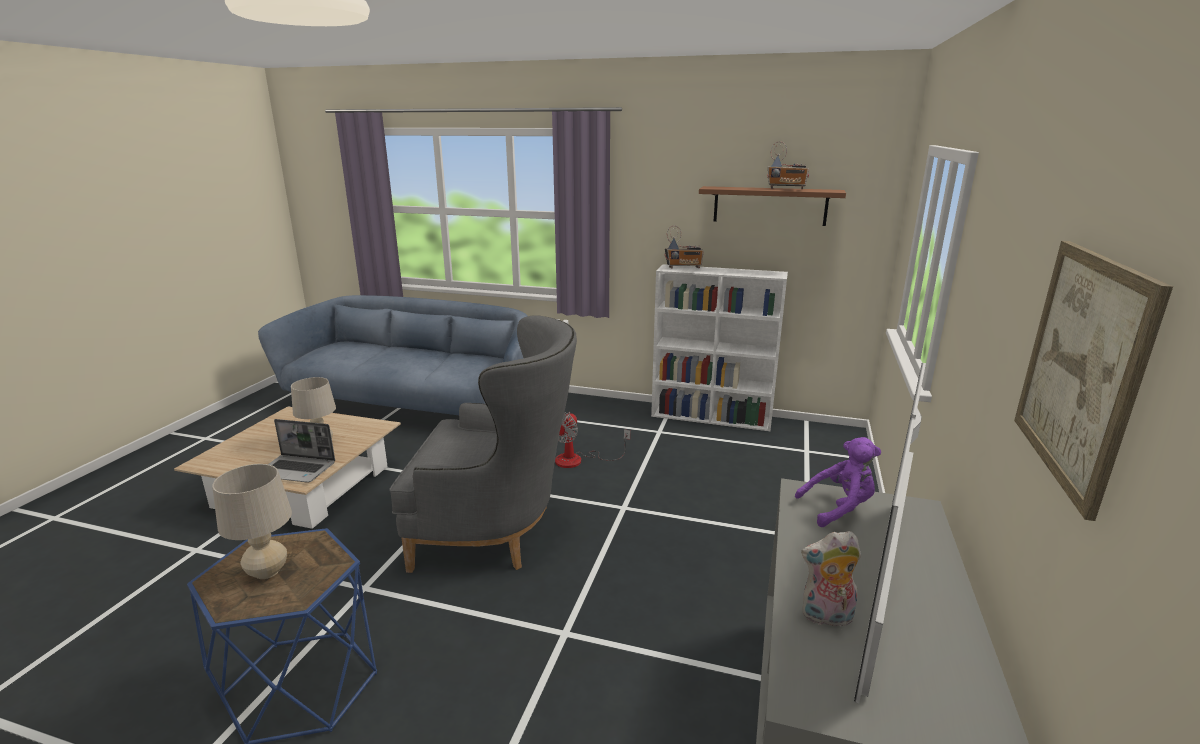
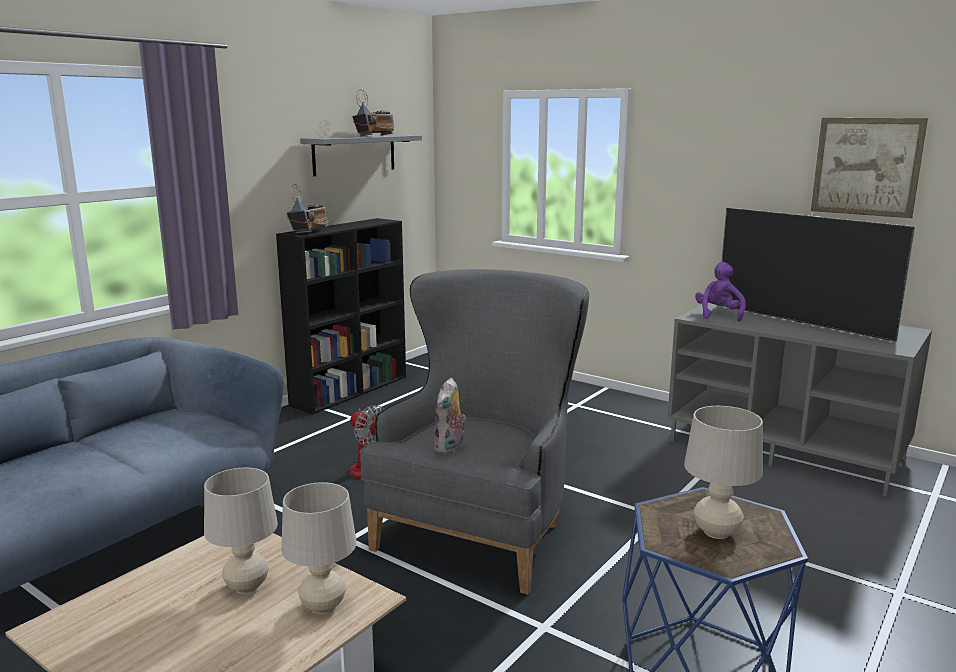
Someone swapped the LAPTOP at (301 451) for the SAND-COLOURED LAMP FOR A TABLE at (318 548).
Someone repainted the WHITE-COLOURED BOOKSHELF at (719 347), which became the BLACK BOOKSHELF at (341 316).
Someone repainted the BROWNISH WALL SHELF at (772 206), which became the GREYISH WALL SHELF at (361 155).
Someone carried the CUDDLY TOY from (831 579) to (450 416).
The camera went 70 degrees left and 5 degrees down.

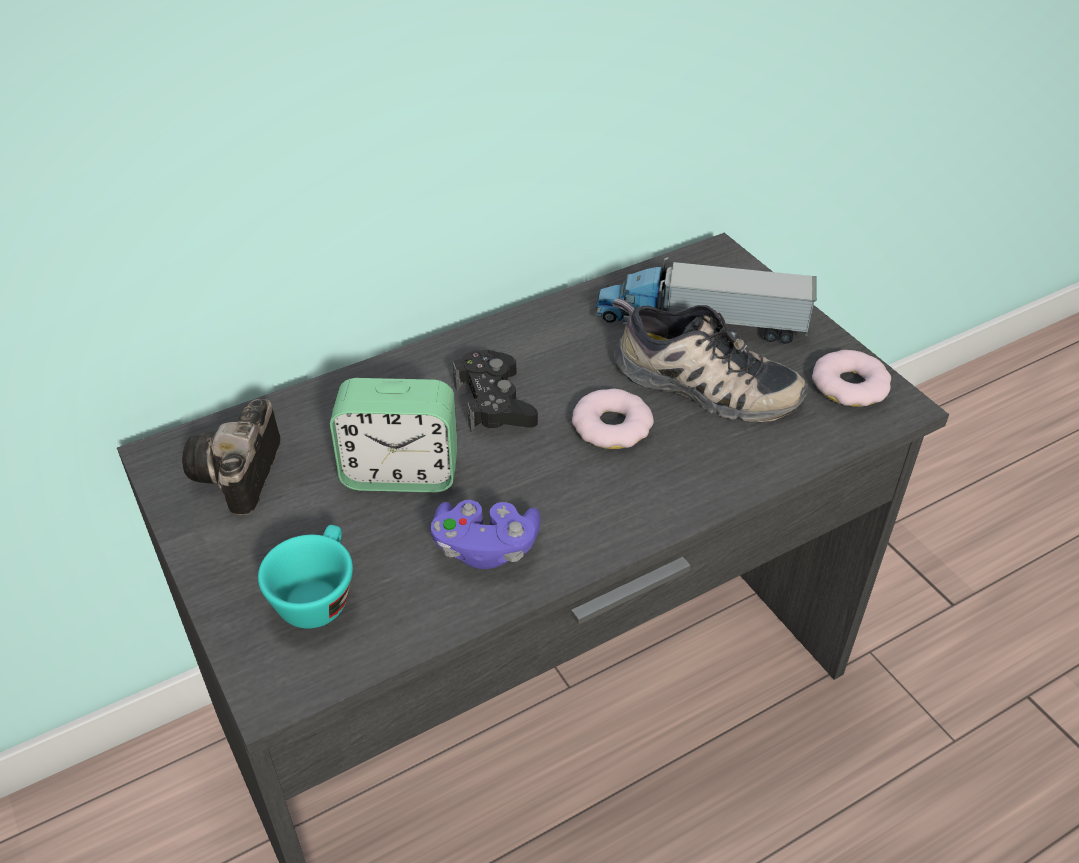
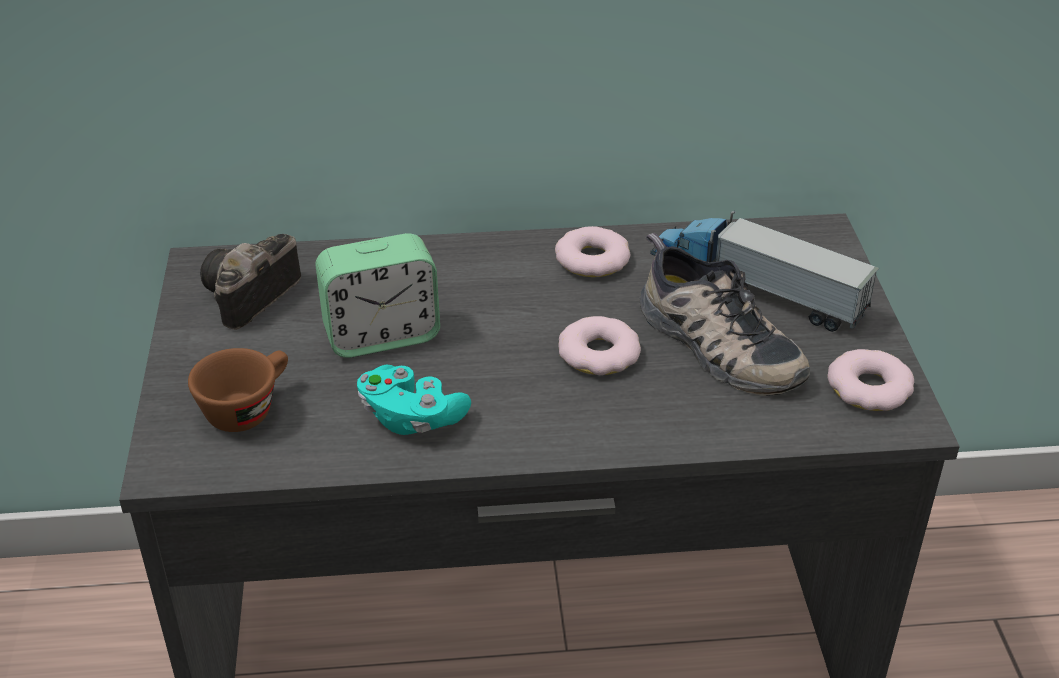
Someone repainted the TURQUOISE SMALL CUP at (305 577), which became the BROWNISH SMALL CUP at (238 390).
Someone rotated the TABLE CLOCK at (394 435) by 45 degrees counterclockwise.
Someone repainted the PURPLISH JOYPAD at (486 534), which became the TURQUOISE JOYPAD at (414 399).
Someone took away the BLACK JOYPAD at (495 391).
Someone put down the RING DOUGHNUT at (592 251).
The camera went 25 degrees right and 5 degrees down.

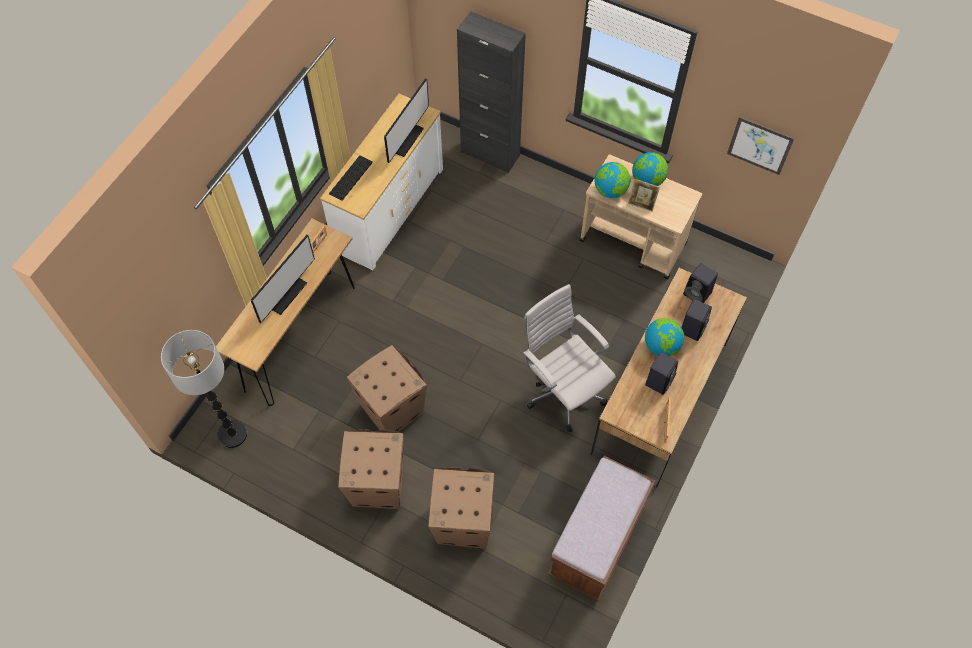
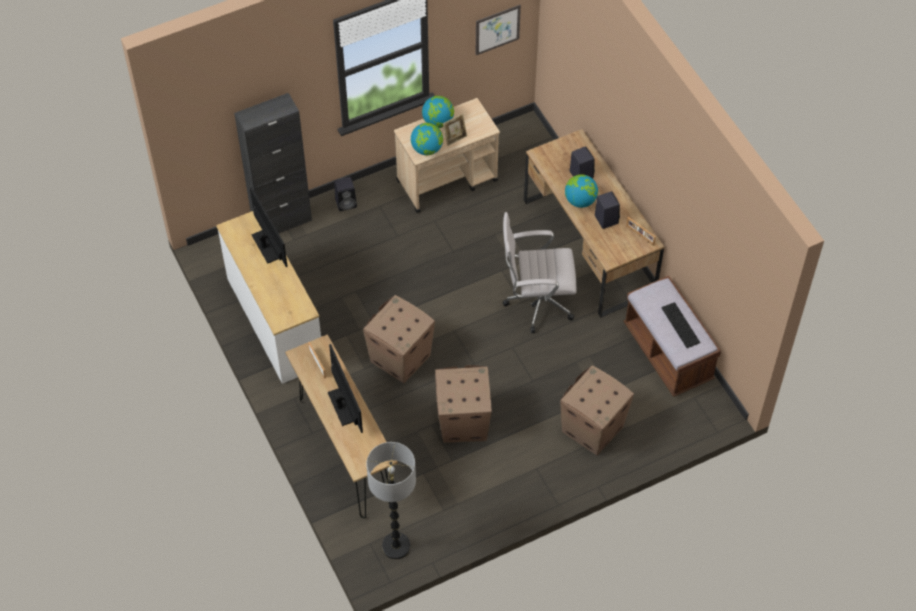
Someone carried the PC KEYBOARD from (351 178) to (680 325).
Someone carried the PACKING BOX from (370 469) to (399 339).
Someone carried the BLACK SPEAKER from (700 283) to (345 194).
The camera went 55 degrees left and 5 degrees down.

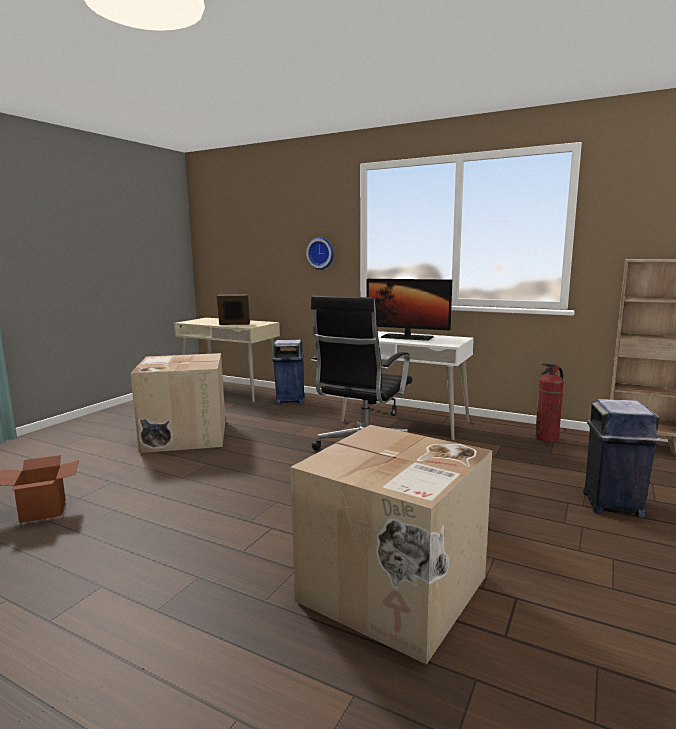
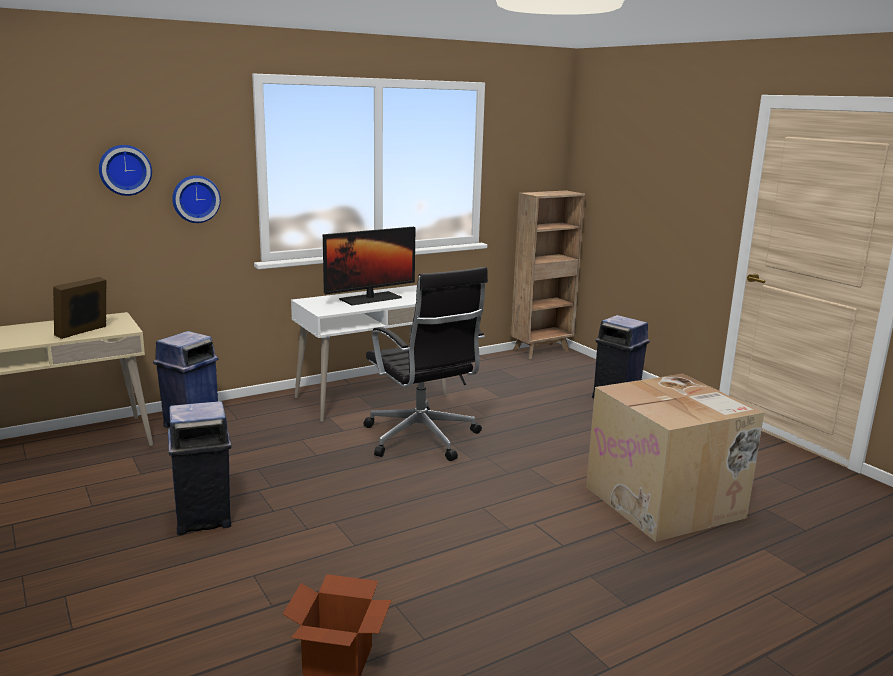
Someone swapped the PACKING BOX at (177 403) for the BLUISH RUBBISH BIN at (200 468).
Someone took away the EXTINGUISHER at (549 403).
Someone put up the HANGING CLOCK at (125 170).
The camera went 60 degrees left and 5 degrees up.

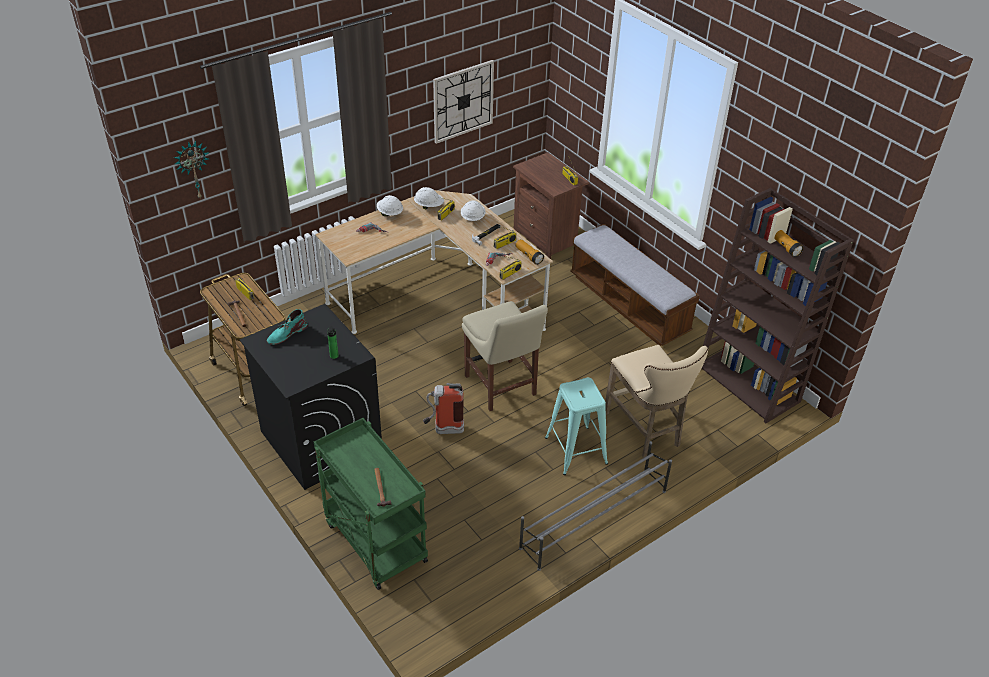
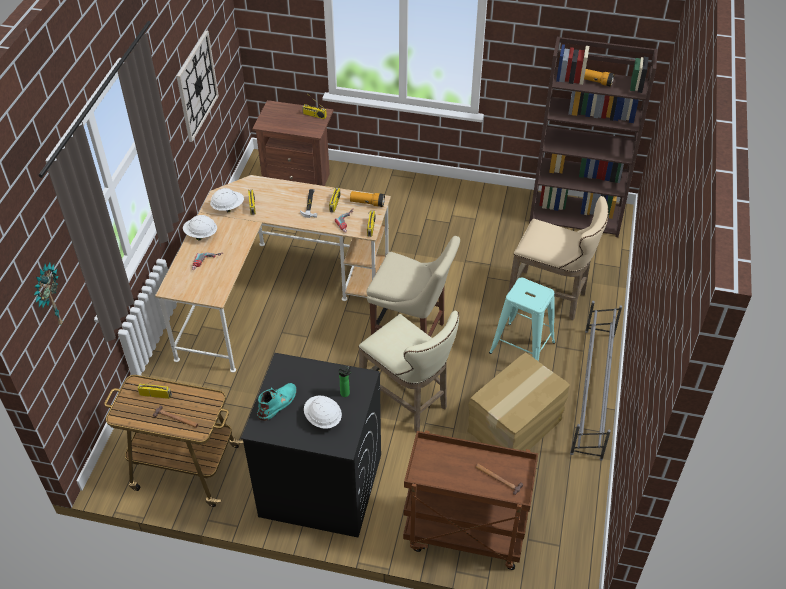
Someone rotated the TURQUOISE TALL BOOT at (287 327) by 150 degrees counterclockwise.
Someone repainted the GREENISH CART at (371 504), which became the BROWNISH CART at (470 500).
Someone swapped the EXTINGUISHER at (443 408) for the SAND-COLOURED STOOL at (409 371).
Someone carried the WHITE-COLOURED WORK HELMET from (473 210) to (323 412).
Someone took away the LONG SEAT at (635 285).
Someone put down the PACKING BOX at (518 402).
The camera went 40 degrees left and 5 degrees up.

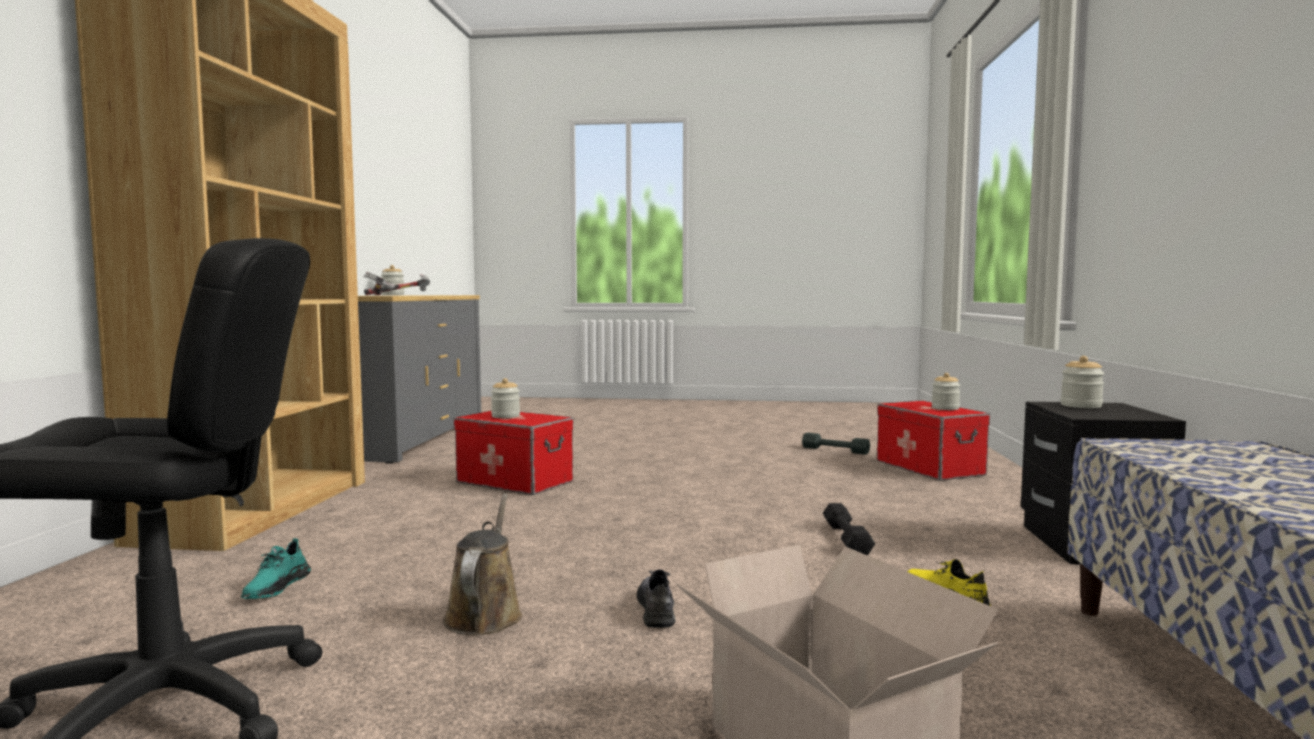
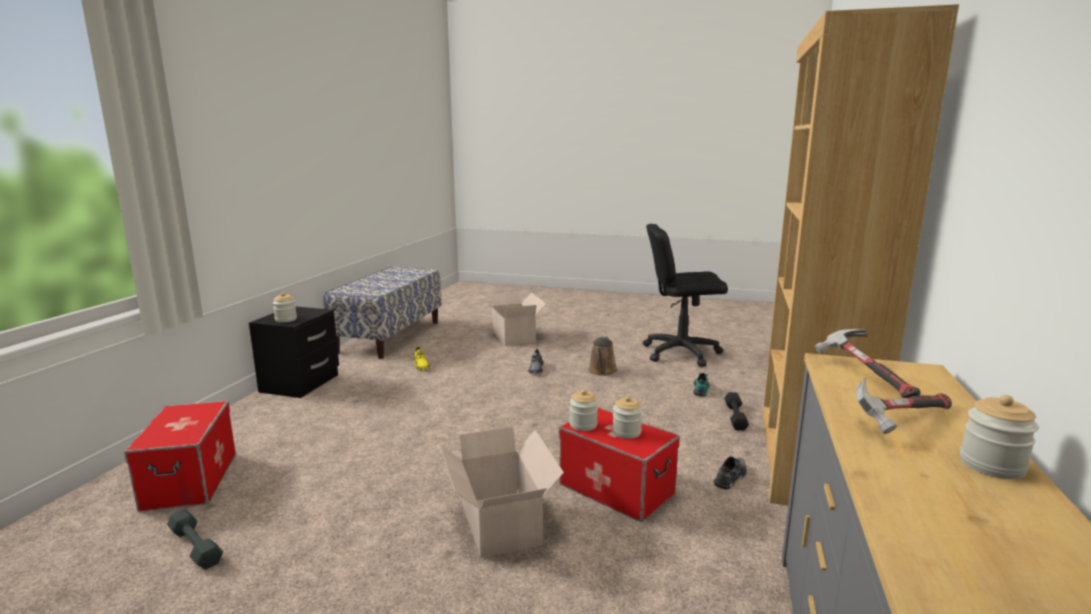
Someone carried the BLACK HAND WEIGHT from (849 529) to (736 411).
Someone carried the PRESERVE JAR from (946 391) to (583 410).
Someone put down the PACKING BOX at (501 492).
Someone put down the GREYISH SHOE at (730 472).
The camera went 170 degrees left and 10 degrees up.

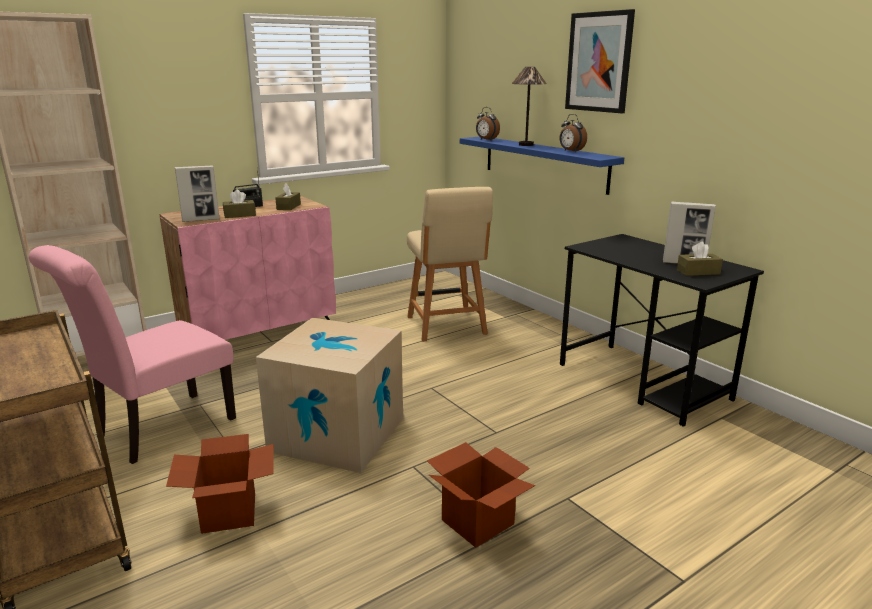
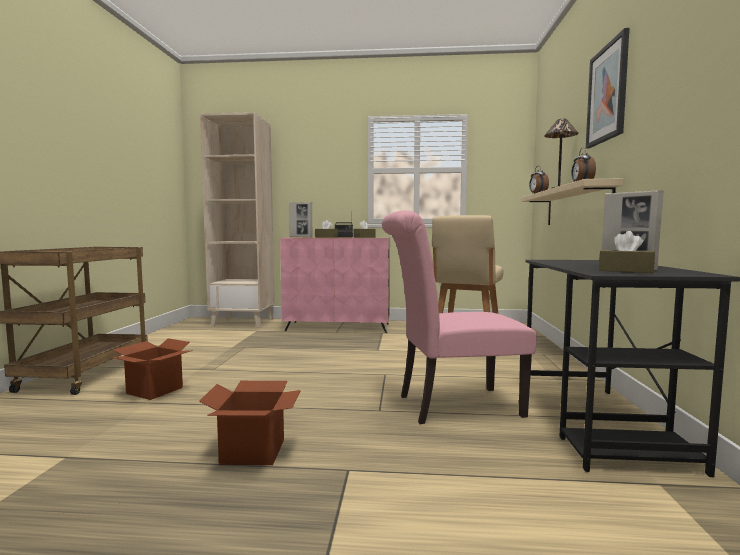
Someone carried the PINK CHAIR from (132 354) to (459 317).
Someone took away the PACKING BOX at (329 395).
Someone repainted the BLUISH WALL SHELF at (542 166), which became the SAND-COLOURED WALL SHELF at (572 202).
The camera went 40 degrees right and 15 degrees down.

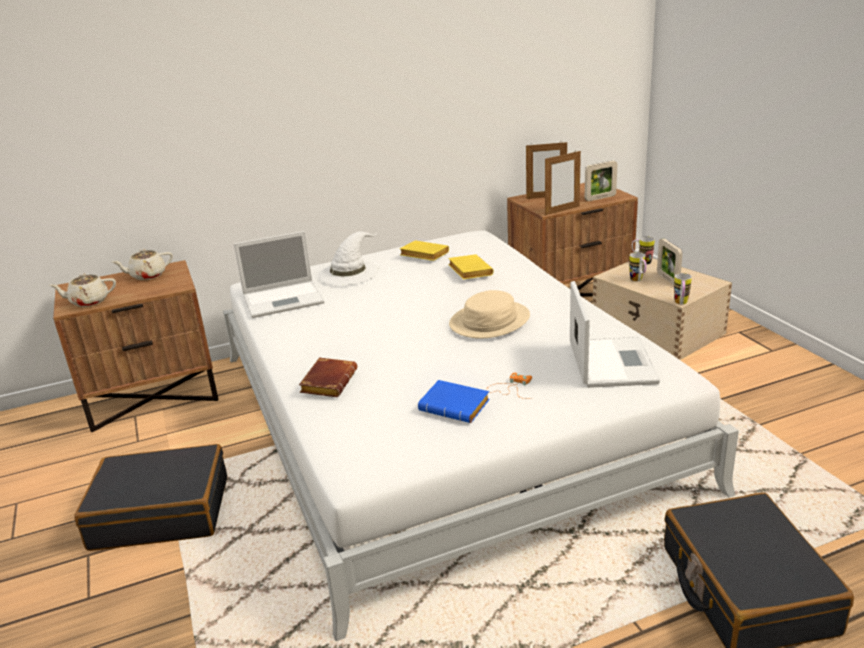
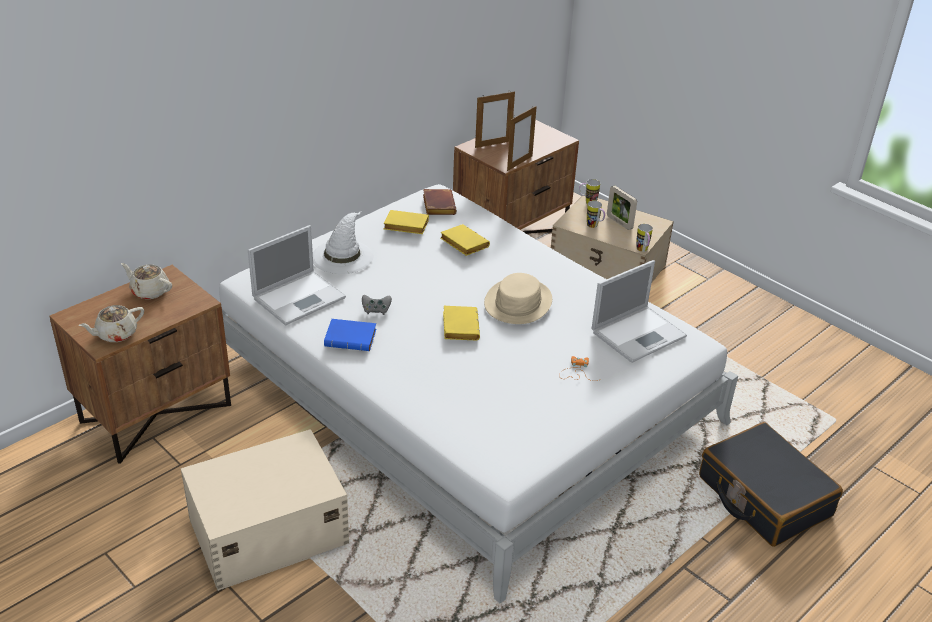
Someone swapped the BLACK TRAVEL CASE at (150 497) for the SAND-COLOURED STORAGE CONTAINER at (265 510).
Someone rotated the SAND-COLOURED TEAPOT at (142 264) by 75 degrees clockwise.
Someone carried the BROWNISH VOLUME from (328 377) to (440 202).
Someone carried the BLUISH VOLUME from (454 401) to (350 335).
Someone rotated the LAPTOP at (615 334) by 75 degrees clockwise.
Someone took away the PICTURE FRAME at (600 181).
Someone put down the GREYISH JOYPAD at (377 305).
Someone put down the YELLOW-COLOURED VOLUME at (461 323).
The camera went 25 degrees left and 10 degrees up.

